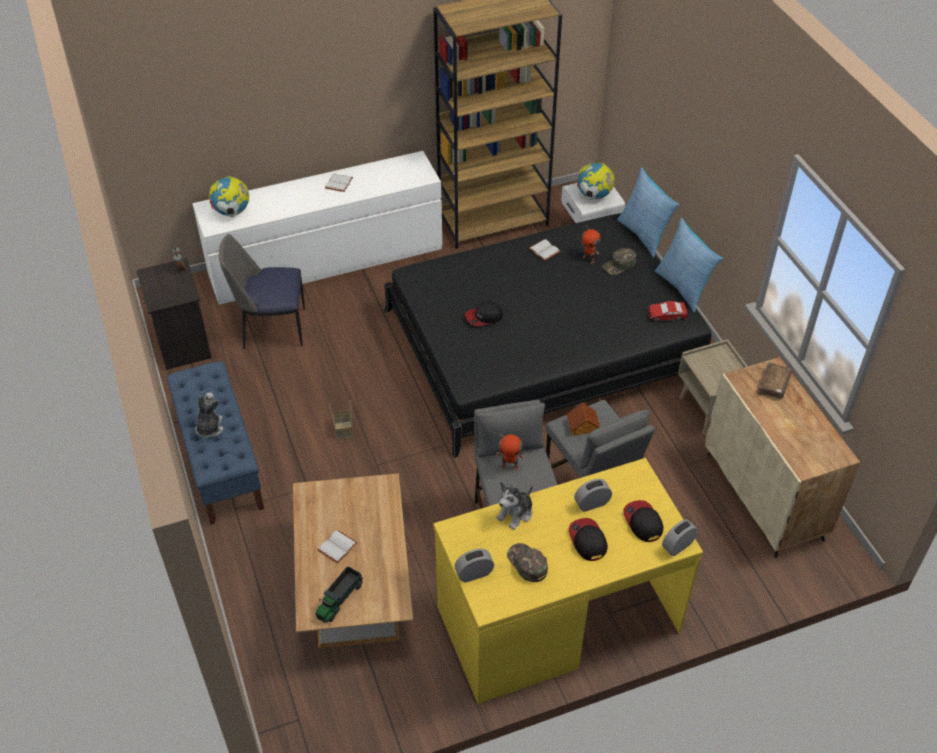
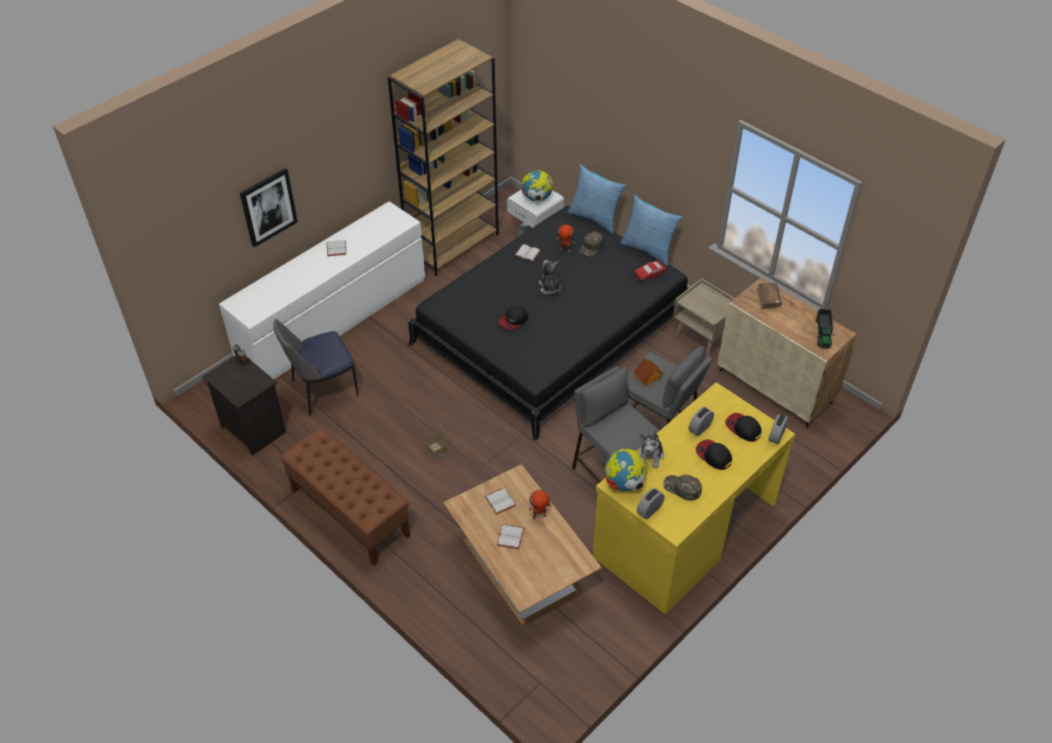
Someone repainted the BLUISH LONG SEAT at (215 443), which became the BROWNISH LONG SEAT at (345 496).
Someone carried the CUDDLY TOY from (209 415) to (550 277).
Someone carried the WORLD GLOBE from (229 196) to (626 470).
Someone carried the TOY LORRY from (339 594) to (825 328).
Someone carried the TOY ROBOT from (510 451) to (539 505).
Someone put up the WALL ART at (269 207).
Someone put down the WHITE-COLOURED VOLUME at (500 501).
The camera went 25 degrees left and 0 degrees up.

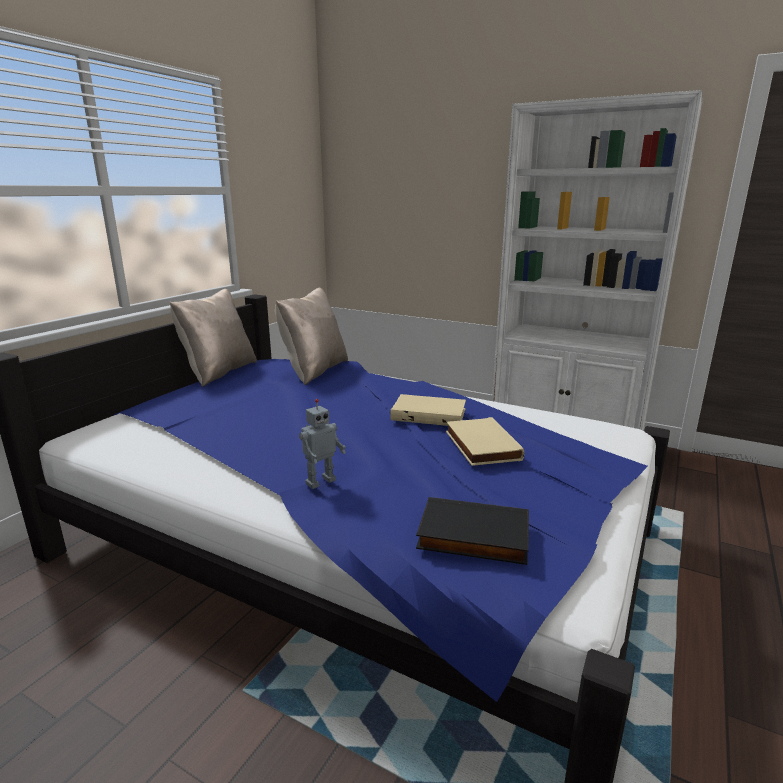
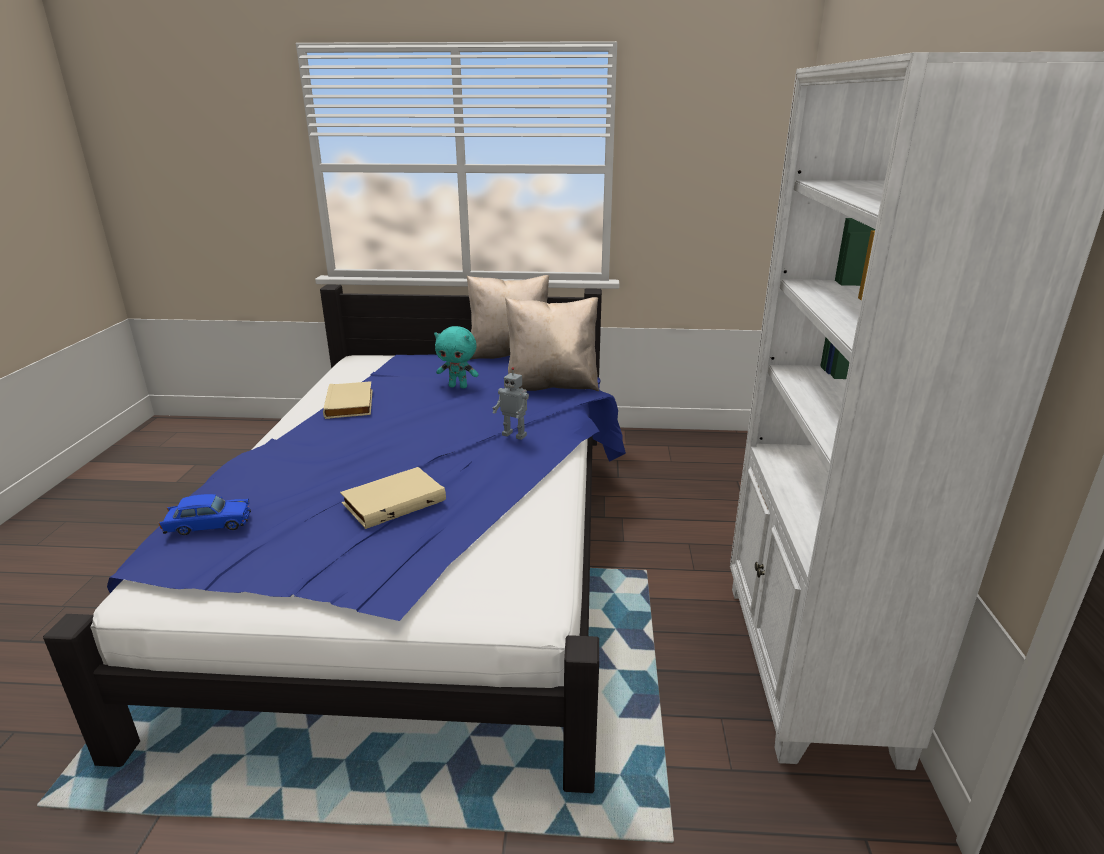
Someone carried the TOY ROBOT from (322 444) to (511 403).
Someone carried the SAND-COLOURED VOLUME from (428 410) to (348 400).
Someone swapped the BLACK VOLUME at (472 531) for the BLUISH MODEL CAR at (205 514).
Someone put down the TURQUOISE CUDDLY TOY at (456 357).
The camera went 65 degrees right and 5 degrees up.

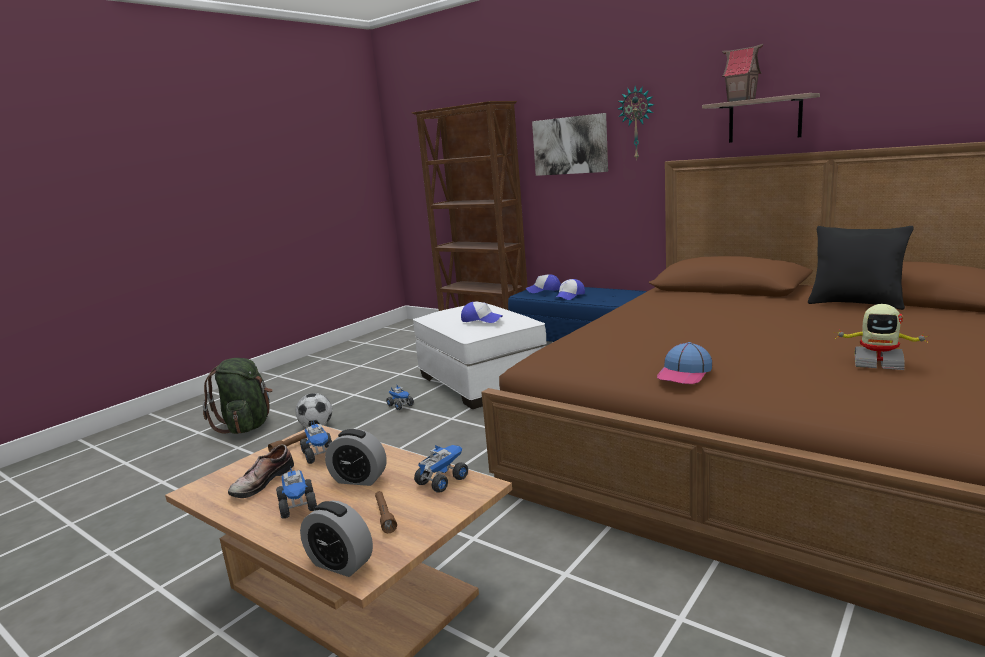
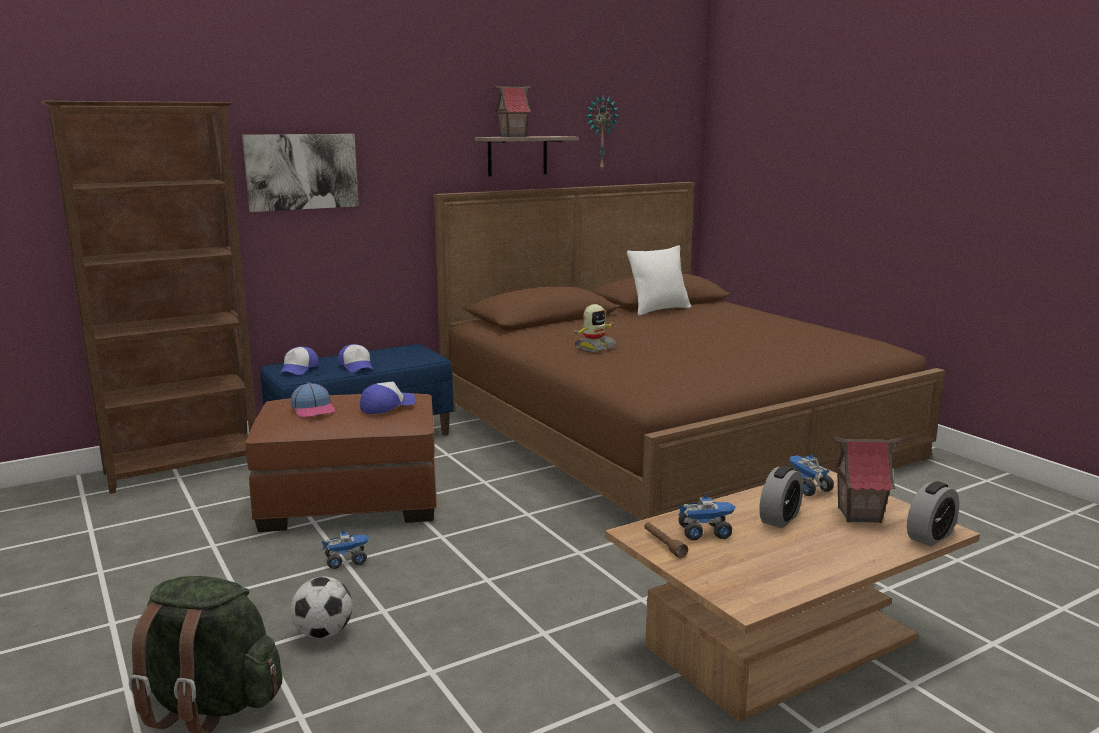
Someone took away the SHOE at (261 471).
Someone took away the TOY LORRY at (296 492).
Someone swapped the BROWNISH FLASHLIGHT at (386 512) for the MODEL HOUSE at (868 480).
Someone repainted the WHITE-COLOURED POUFFE at (480 356), which became the BROWNISH POUFFE at (341 462).
Someone carried the HANGING CLOCK from (636 123) to (602 131).
Someone carried the BASEBALL CAP from (684 363) to (313 400).
Someone repainted the BLACK CUSHION at (861 268), which became the WHITE-COLOURED CUSHION at (659 280).
Someone carried the TOY ROBOT from (881 337) to (594 328).
The camera went 70 degrees left and 0 degrees up.

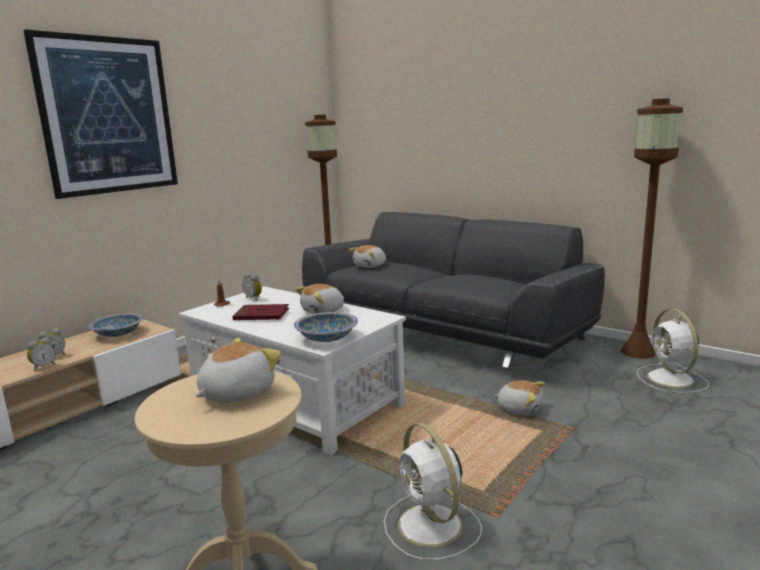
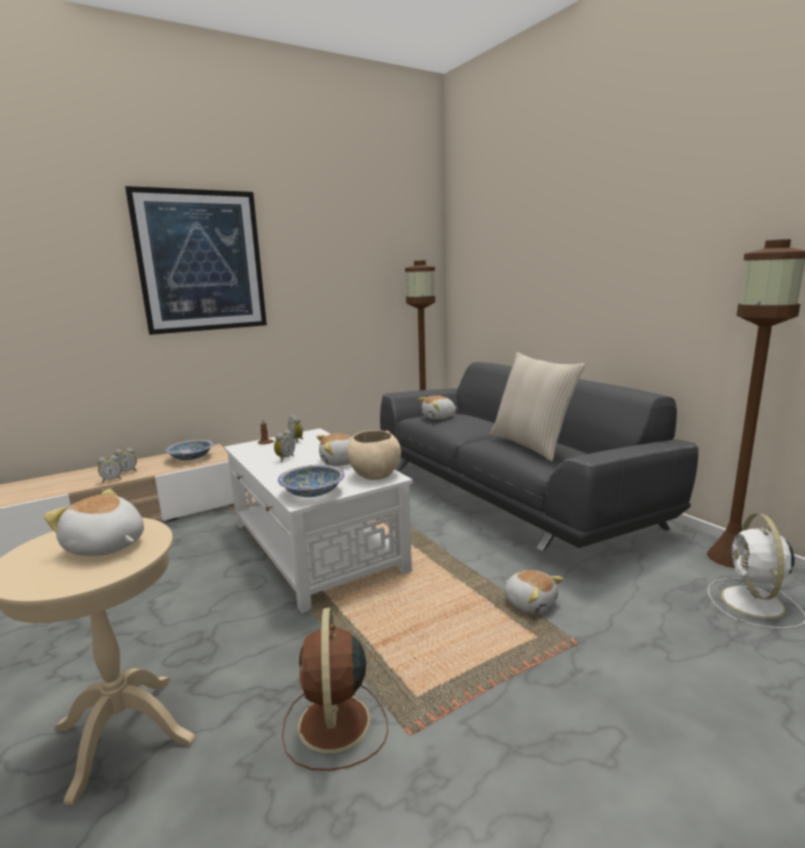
Someone rotated the CUDDLY TOY at (238 370) by 120 degrees counterclockwise.
Someone swapped the RED-COLOURED VOLUME at (260 312) for the TABLE CLOCK at (284 446).
Someone repainted the WHITE-COLOURED COOLING FAN at (433 491), which became the BROWNISH COOLING FAN at (335 689).
Someone put down the SAND-COLOURED DEEP DISH at (374 455).
Someone put down the SAND-COLOURED CUSHION at (537 406).
The camera went 20 degrees right and 0 degrees up.

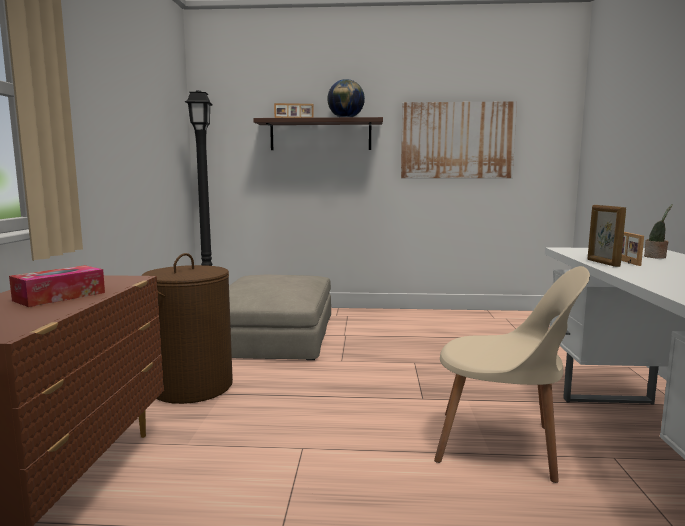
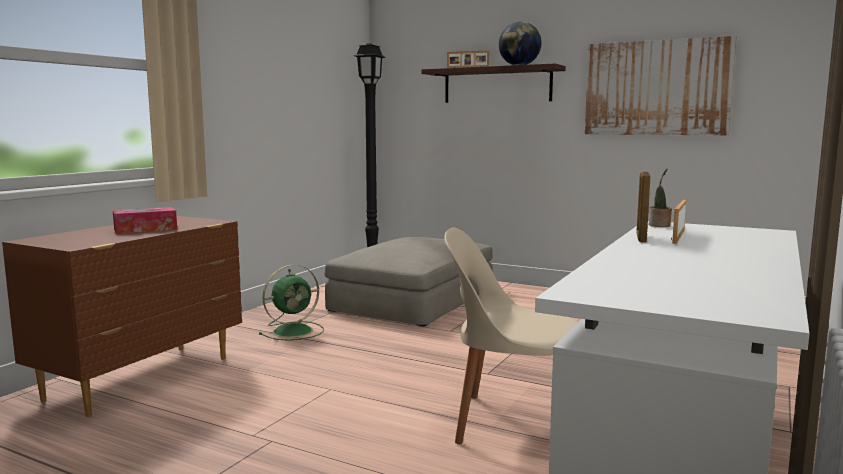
Someone swapped the BROWNISH LAUNDRY BASKET at (187 328) for the GREENISH COOLING FAN at (291 303).
Someone rotated the SAND-COLOURED CHAIR at (512 374) by 150 degrees clockwise.
Someone carried the POTTED PLANT from (658 231) to (660 197).
The camera went 25 degrees right and 0 degrees up.

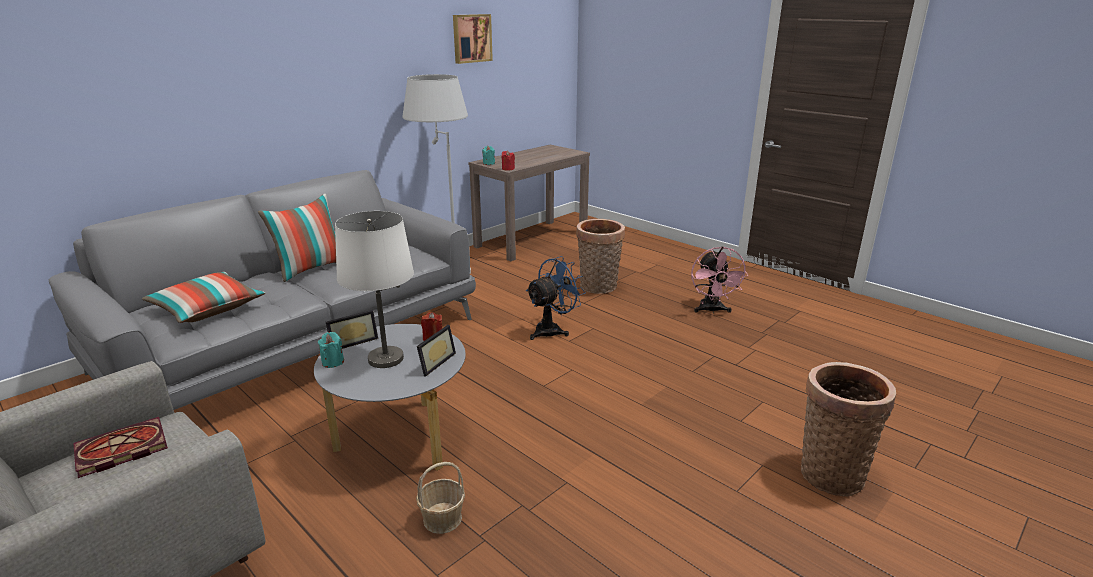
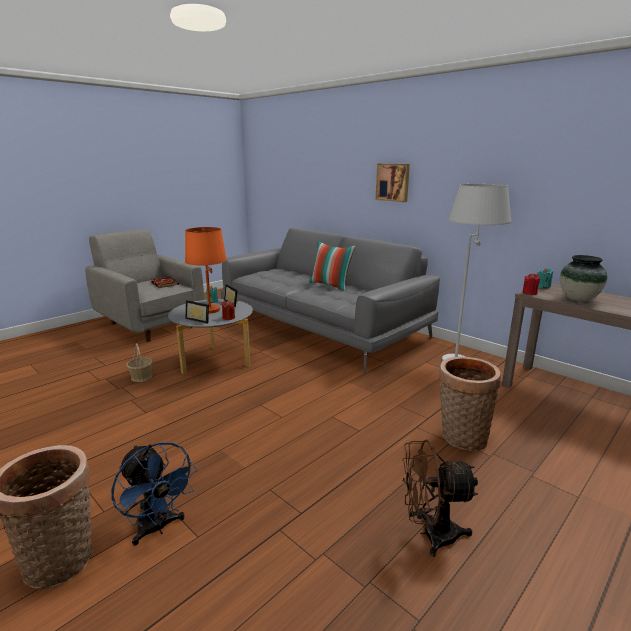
Someone took away the CUSHION at (203 297).
Someone repainted the WHITE-COLOURED LAMP FOR A TABLE at (374 289), which became the ORANGEY LAMP FOR A TABLE at (206 270).
Someone carried the WALL ART from (473 39) to (393 183).
Someone carried the BLUISH COOLING FAN from (556 298) to (154 494).
Someone repainted the PINK COOLING FAN at (719 280), which became the BROWNISH COOLING FAN at (440 498).
Someone put down the FLOWER VASE at (583 278).
The camera went 90 degrees right and 5 degrees down.

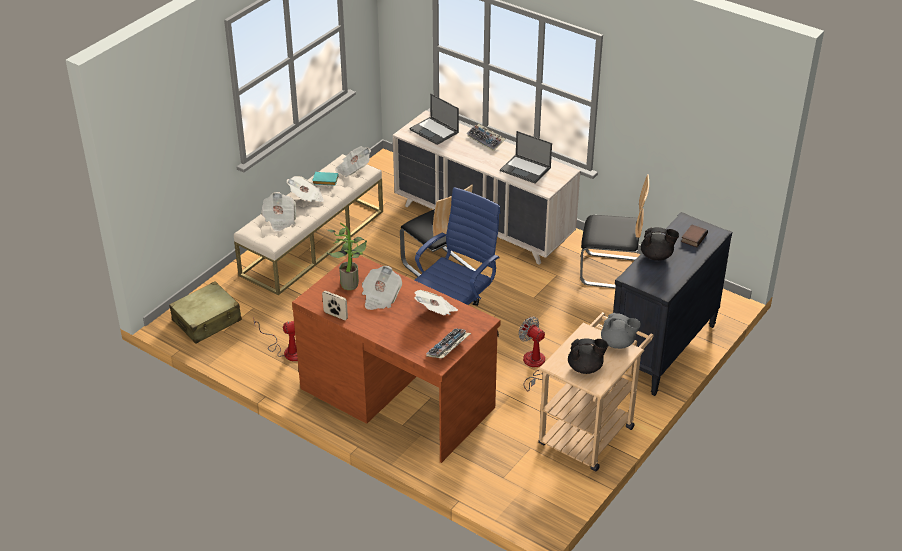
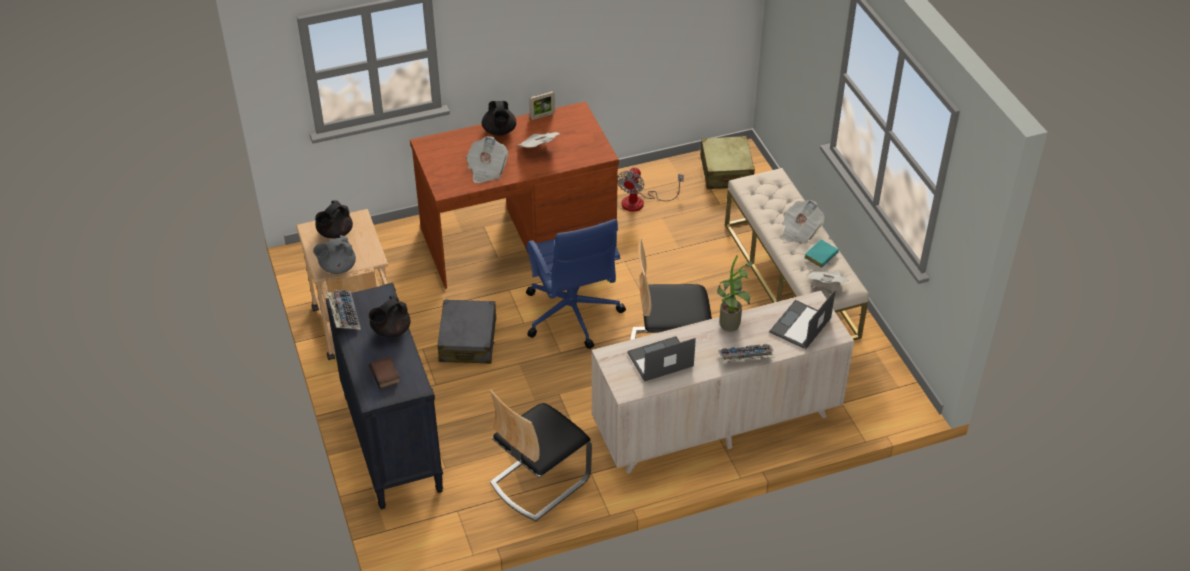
Someone took away the PRINTED PAPER at (278 212).
Someone carried the POTTED PLANT from (346 256) to (735 293).
Someone rotated the LAPTOP at (434 119) by 45 degrees counterclockwise.
Someone carried the PC KEYBOARD from (448 343) to (344 310).
Someone swapped the COOLING FAN at (532 354) for the GREYISH TRAVEL CASE at (467 332).
Someone put down the BLACK TEAPOT at (499 118).
The camera went 125 degrees right and 5 degrees up.

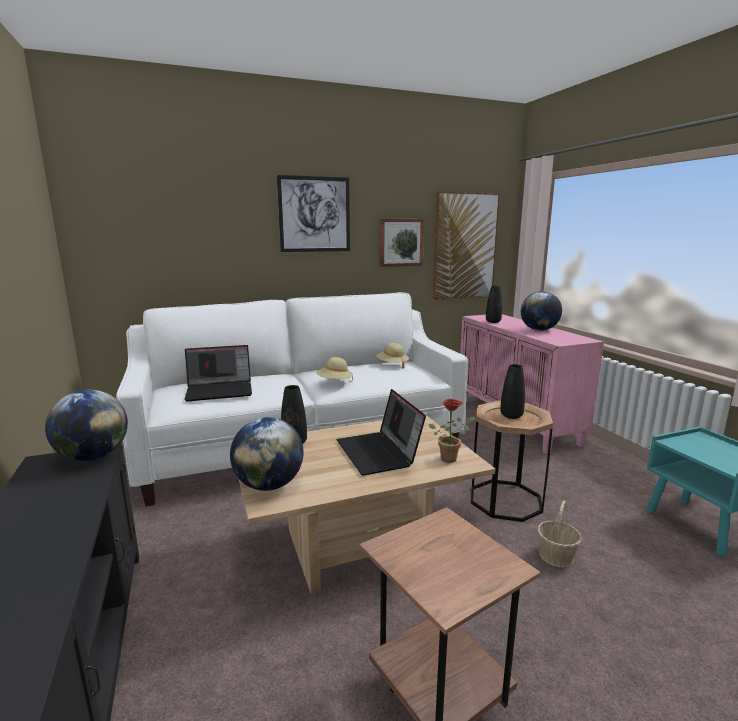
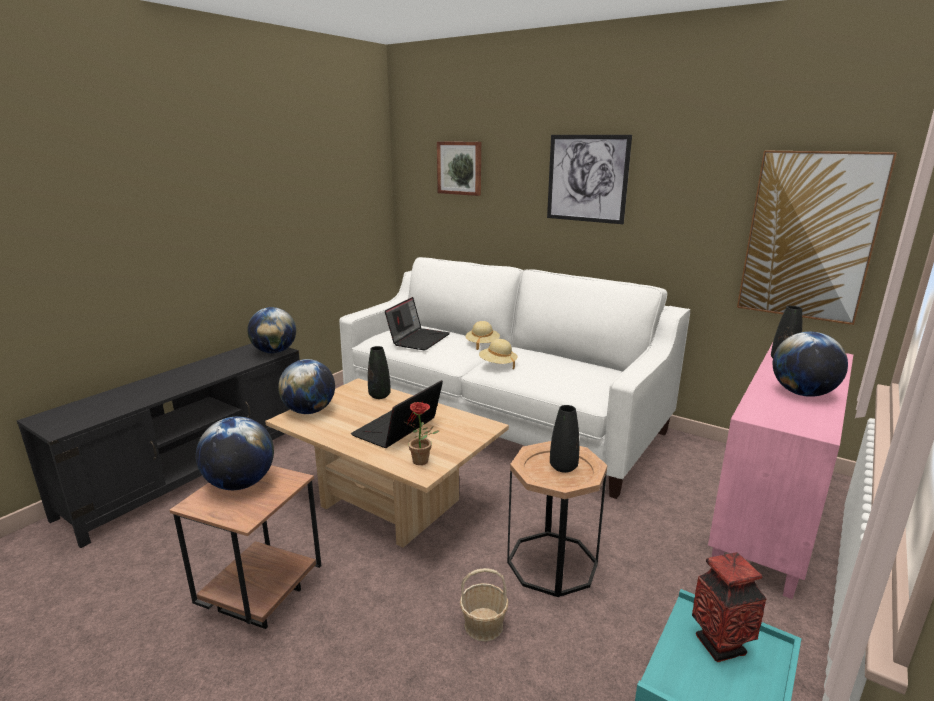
Someone rotated the LAPTOP at (218 373) by 105 degrees counterclockwise.
Someone carried the SAND-COLOURED CLOTHING HAT from (392 356) to (483 335).
Someone carried the WALL ART from (402 243) to (459 168).
Someone put down the WORLD GLOBE at (235 453).
Someone put down the FLOWER VASE at (729 607).
The camera went 55 degrees right and 5 degrees up.

